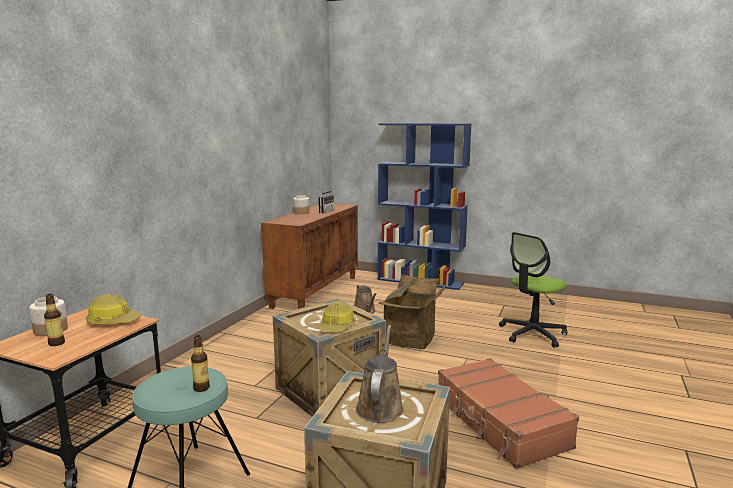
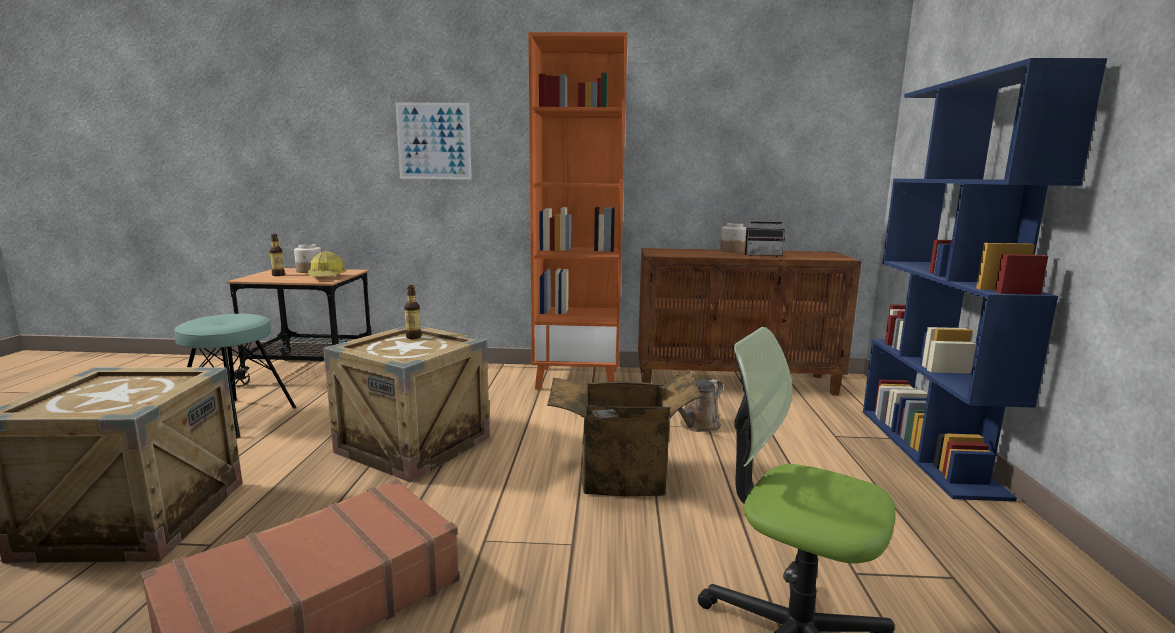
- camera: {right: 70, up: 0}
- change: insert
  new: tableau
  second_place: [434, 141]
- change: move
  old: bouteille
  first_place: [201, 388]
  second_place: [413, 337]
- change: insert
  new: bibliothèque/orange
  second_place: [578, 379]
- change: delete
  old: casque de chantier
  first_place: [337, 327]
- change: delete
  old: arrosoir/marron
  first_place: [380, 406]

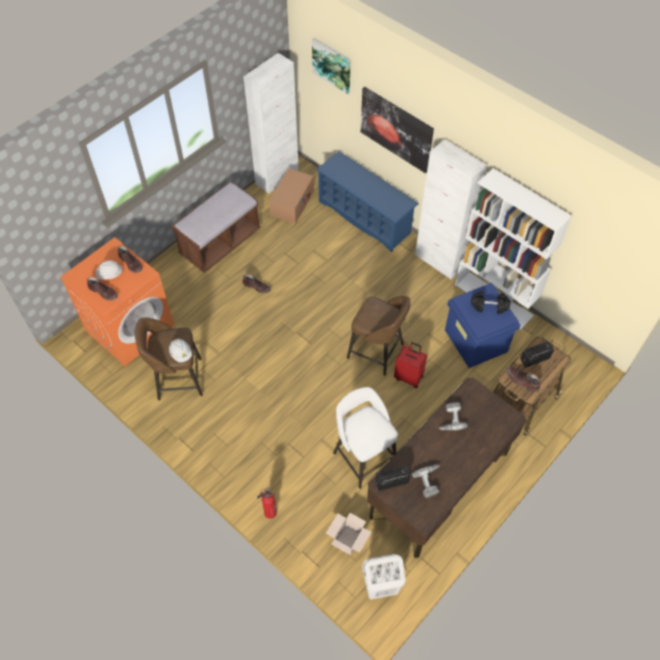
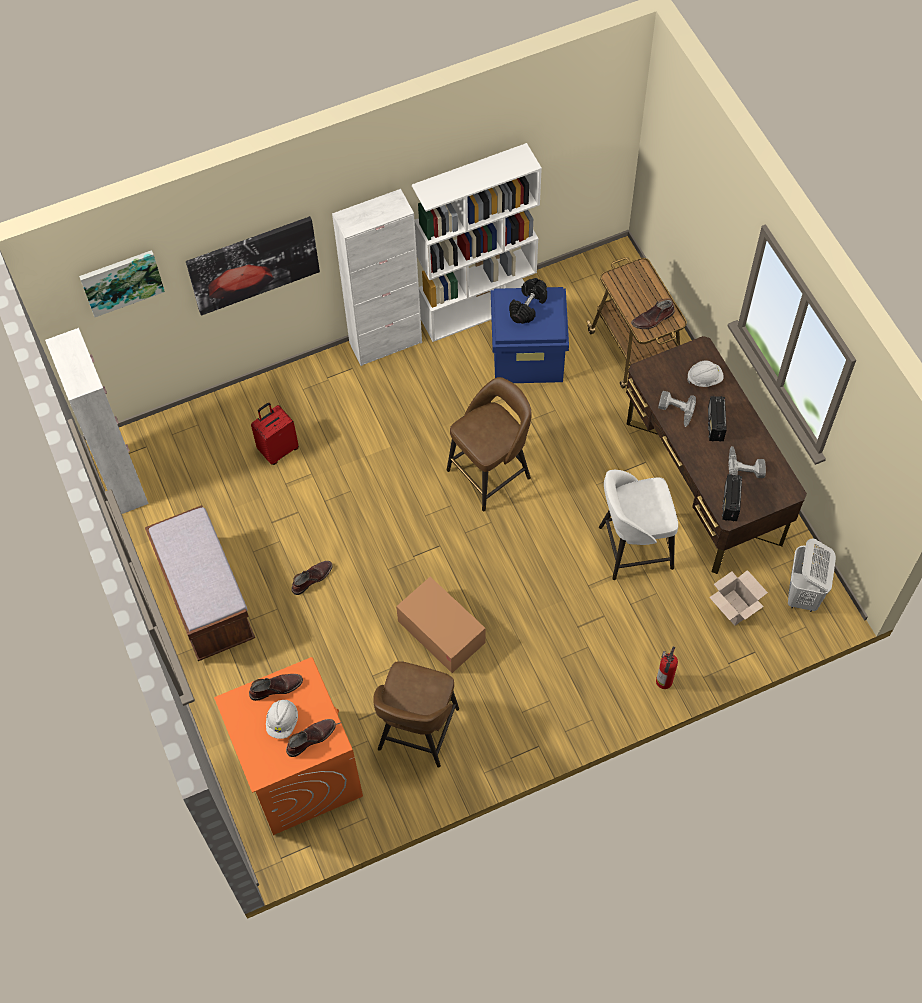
- camera: {right: -65, up: 5}
- change: move
  old: valise/rouge
  first_place: [409, 377]
  second_place: [278, 449]
- change: move
  old: carton
  first_place: [292, 203]
  second_place: [441, 632]
- change: move
  old: casque de chantier/blanc
  first_place: [181, 353]
  second_place: [704, 378]
- change: move
  old: radio
  first_place: [534, 359]
  second_place: [715, 425]
- change: delete
  old: étagère à chaussures/bleu
  first_place: [365, 217]

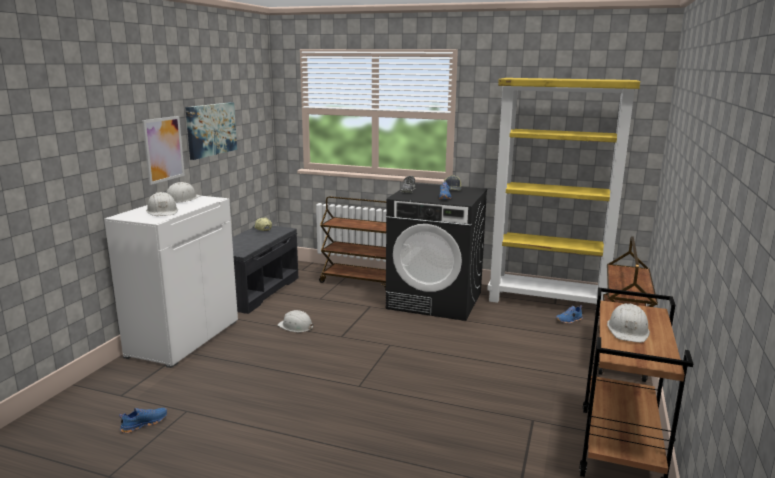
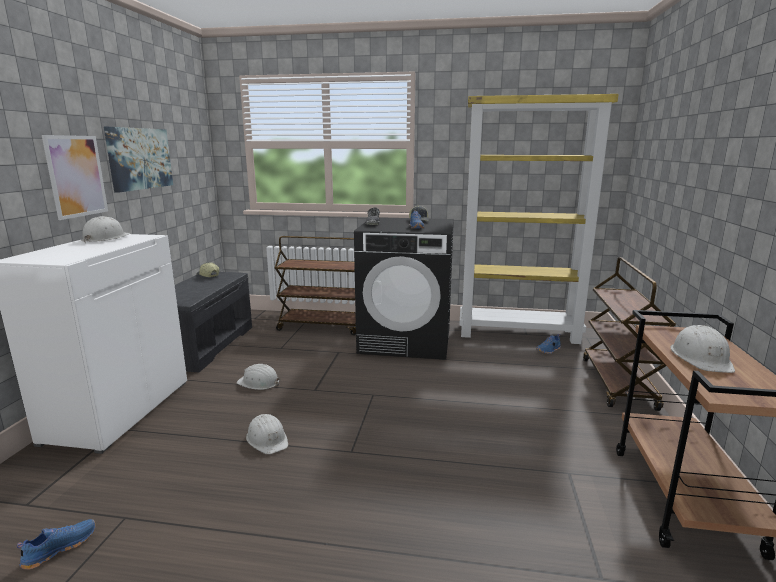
- camera: {right: -10, up: 0}
- change: move
  old: casque de chantier/blanc
  first_place: [162, 211]
  second_place: [267, 439]

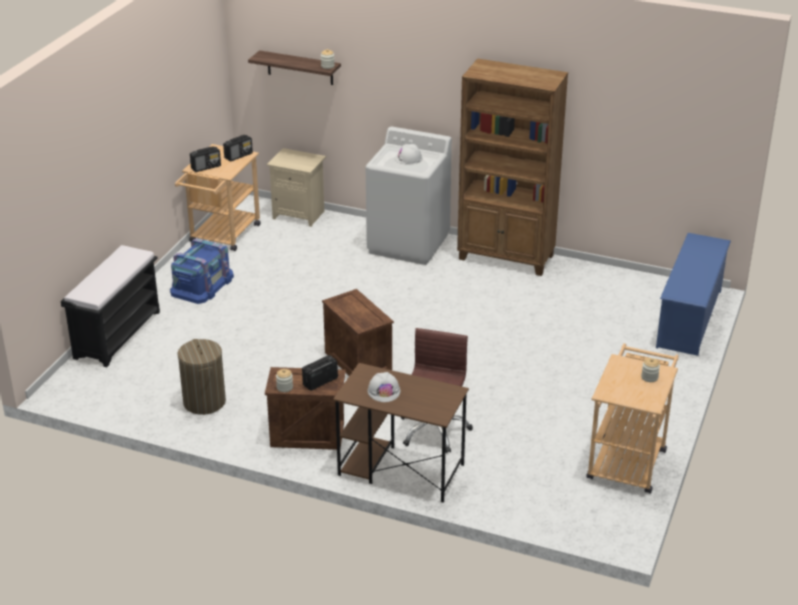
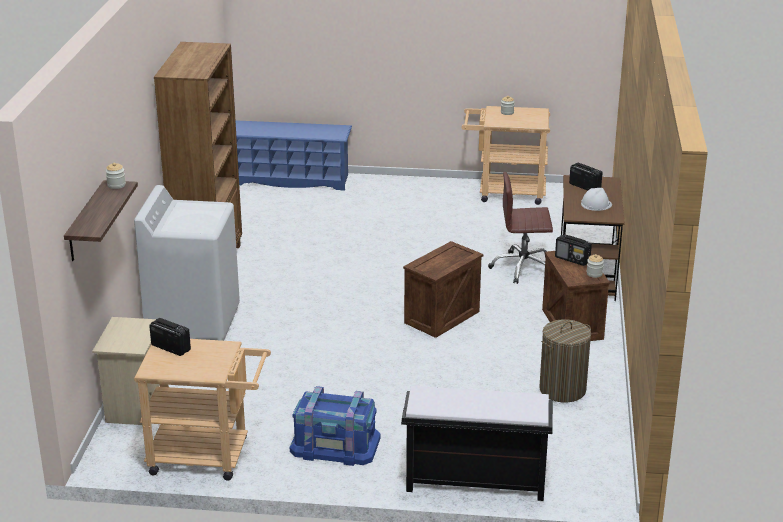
- camera: {right: -105, up: -5}
- change: move
  old: radio
  first_place: [206, 167]
  second_place: [584, 186]
- change: delete
  old: casque de chantier/blanc
  first_place: [408, 159]

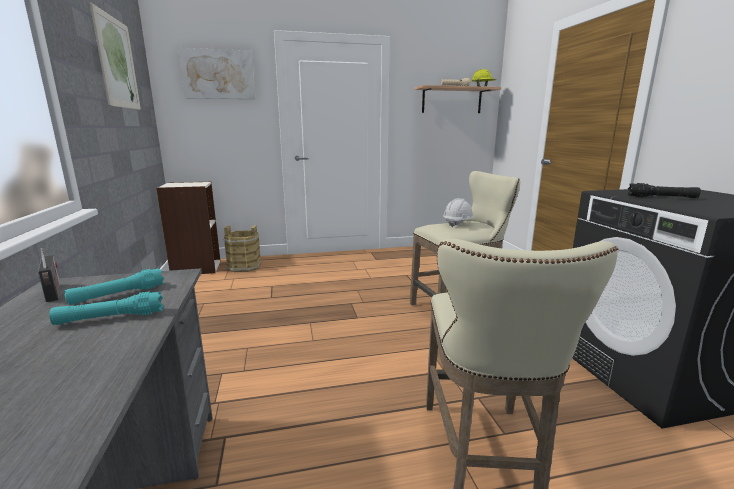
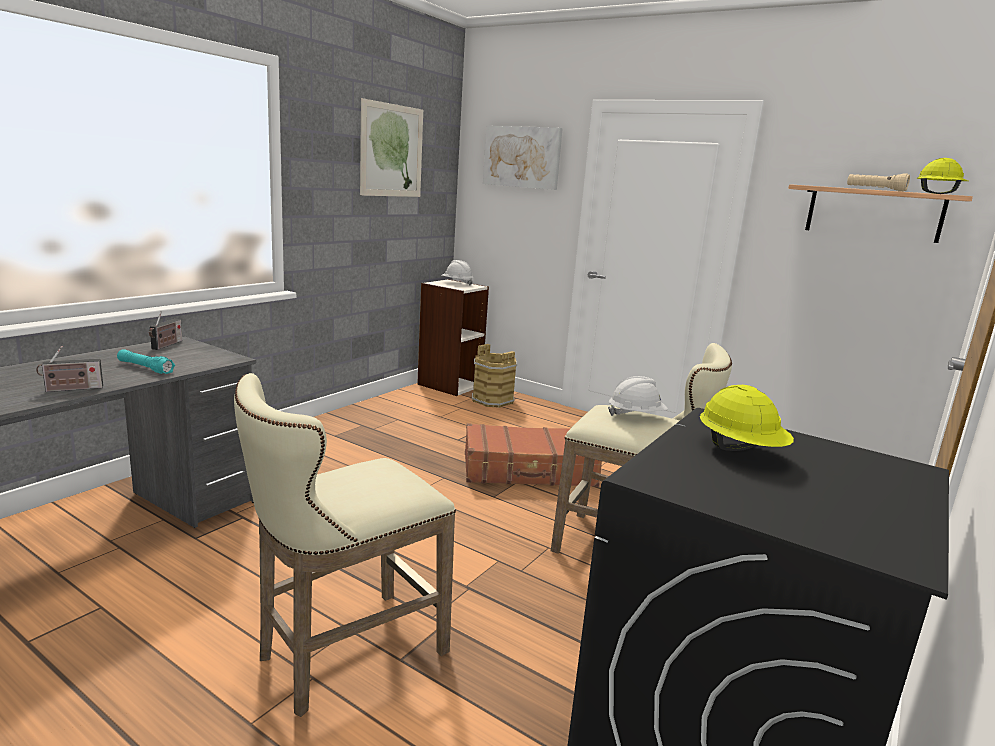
- camera: {right: 45, up: 0}
- change: insert
  new: radio
  second_place: [71, 389]
- change: insert
  new: casque de chantier/blanc
  second_place: [457, 283]
- change: insert
  new: valise/marron
  second_place: [529, 470]
- change: replace
  old: lampe de poche/noir
  new: casque de chantier/jaune
  first_place: [661, 197]
  second_place: [741, 451]
- change: delete
  old: lampe de poche/turquoise
  first_place: [118, 295]

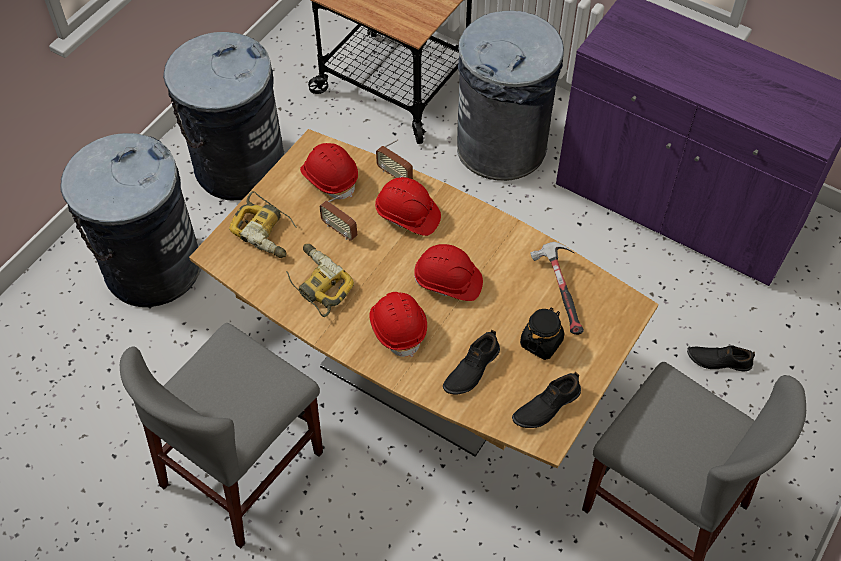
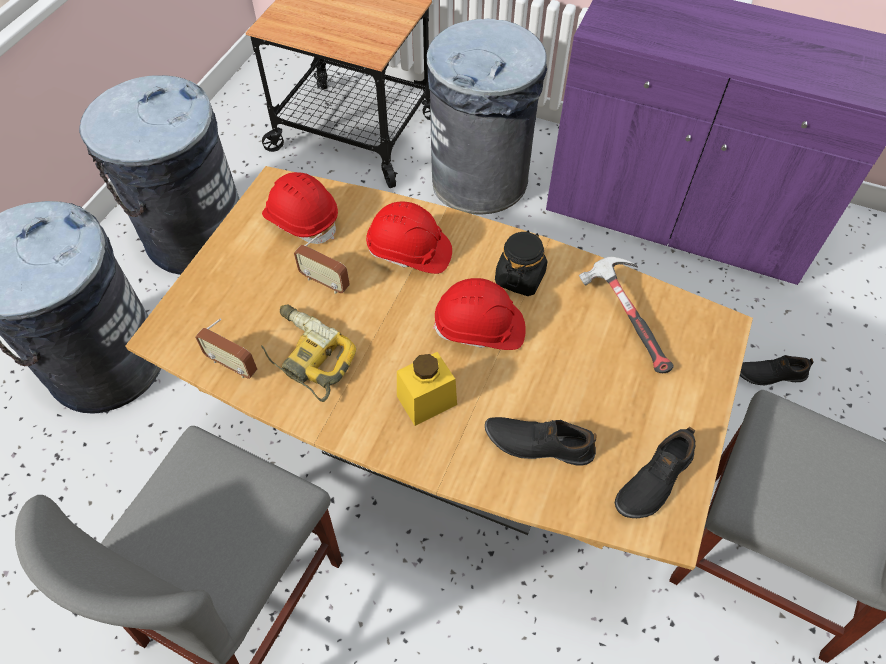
- camera: {right: -10, up: 0}
- change: move
  old: radio
  first_place: [395, 175]
  second_place: [232, 365]
- change: replace
  old: casque de chantier/rouge
  new: bocal/jaune
  first_place: [398, 327]
  second_place: [426, 400]
- change: rotate
  old: chaussure/noir
  first_place: [471, 369]
  second_place: [538, 443]
  degrees: 75
- change: move
  old: bocal/noir
  first_place: [541, 342]
  second_place: [520, 278]
- change: delete
  old: perceuse
  first_place: [267, 231]

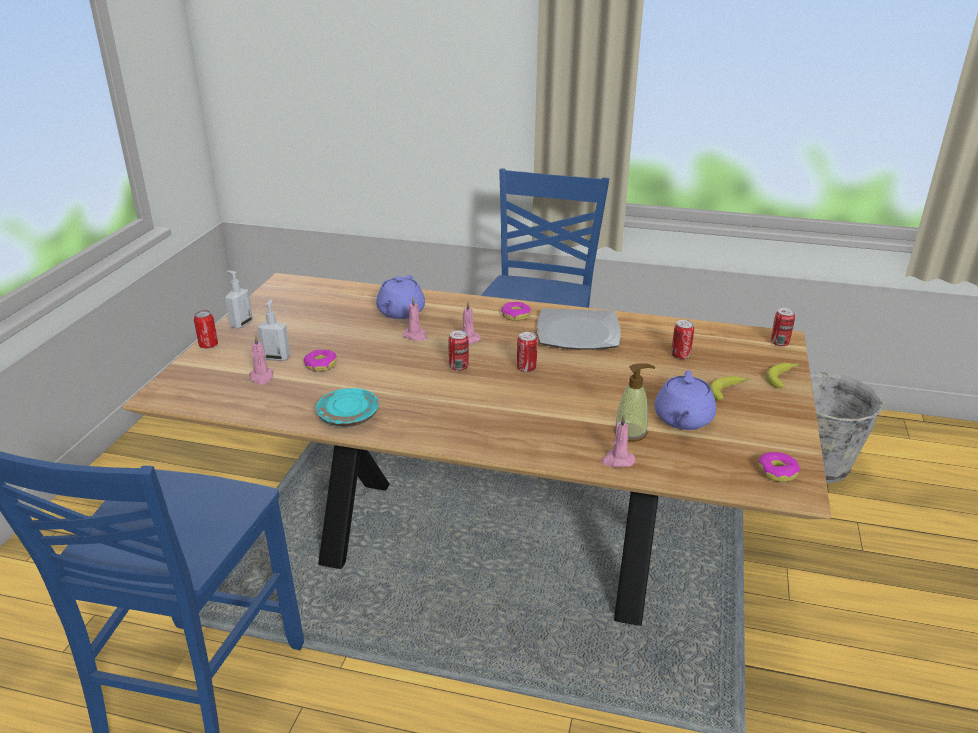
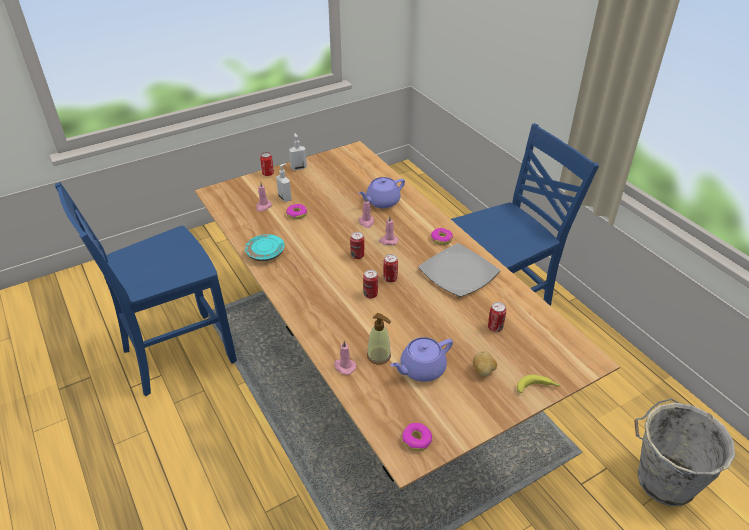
- camera: {right: 45, up: 10}
- change: move
  old: boîte métallique
  first_place: [779, 343]
  second_place: [370, 294]
- change: replace
  old: banane
  new: pomme de terre
  first_place: [729, 390]
  second_place: [483, 371]

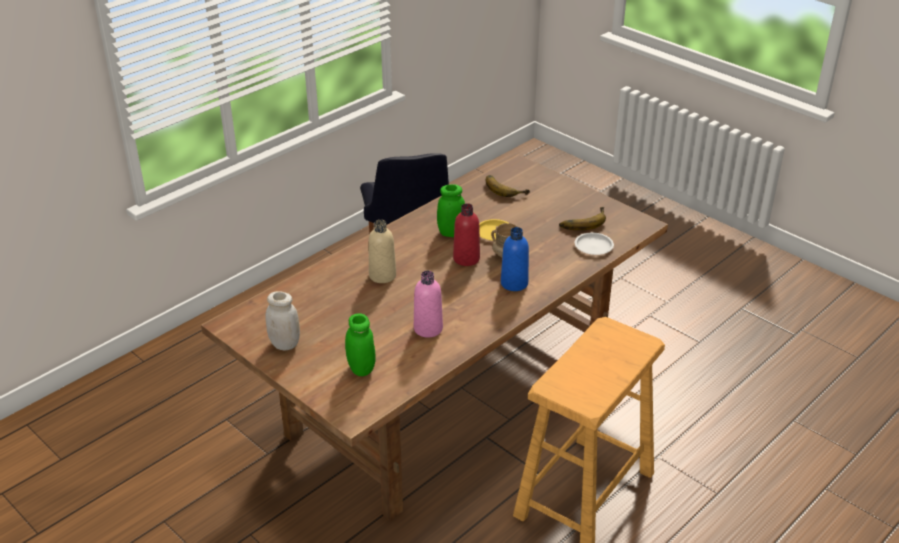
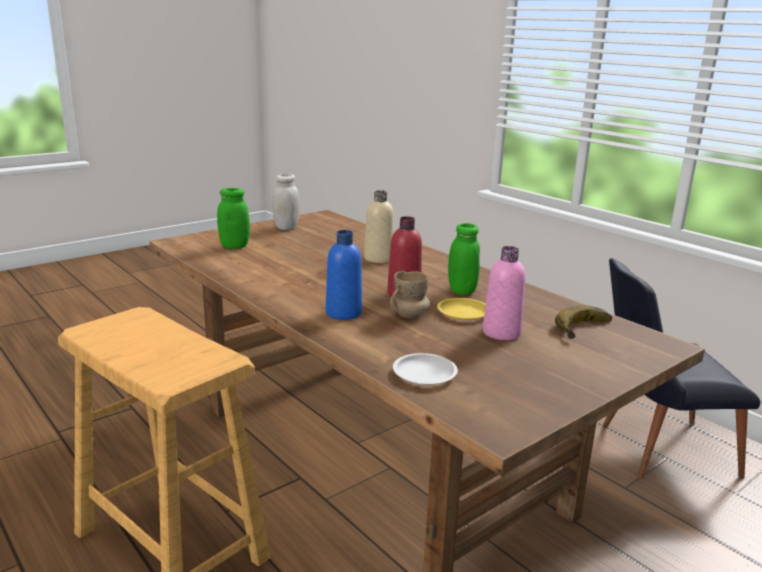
- camera: {right: 95, up: -15}
- change: move
  old: bouteille/rose
  first_place: [428, 328]
  second_place: [501, 333]
- change: delete
  old: banane
  first_place: [582, 221]

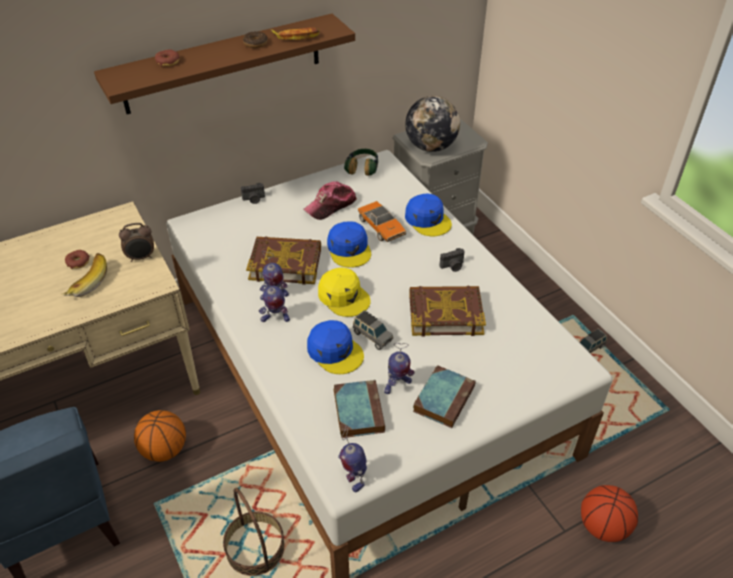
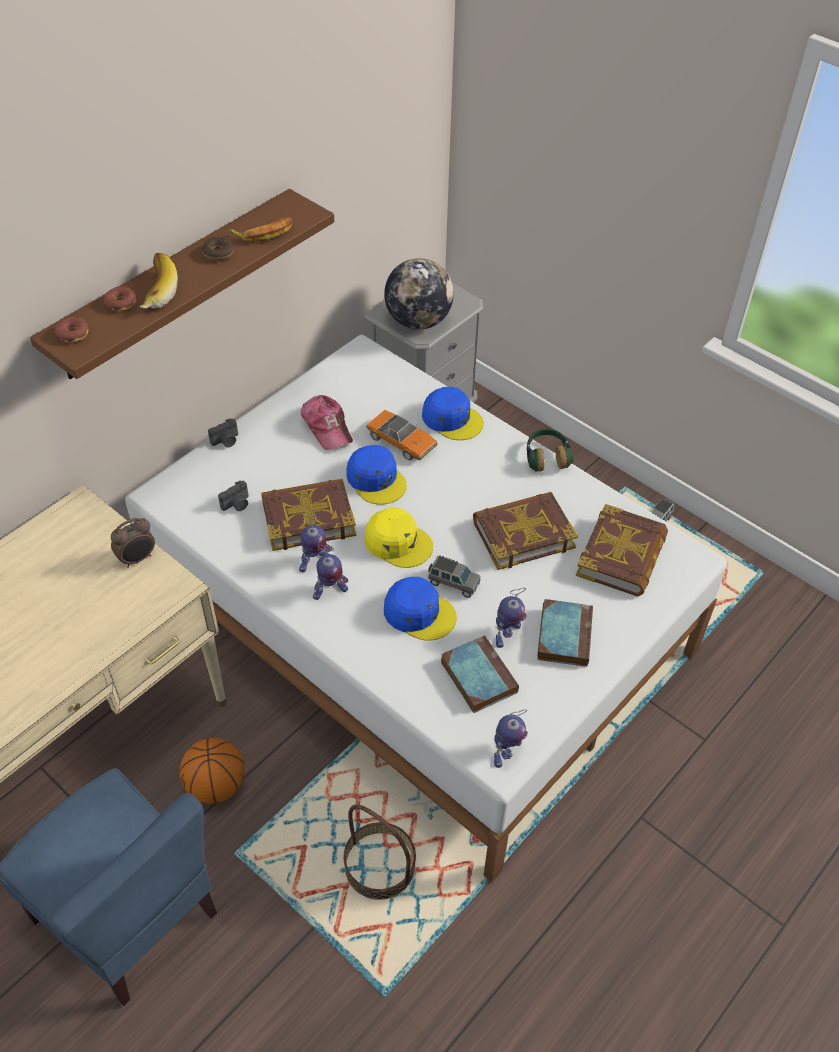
- camera: {right: -20, up: 5}
- change: move
  old: beignet
  first_place: [78, 262]
  second_place: [73, 334]
- change: move
  old: banane
  first_place: [86, 282]
  second_place: [155, 291]
- change: move
  old: appareil photo
  first_place: [452, 266]
  second_place: [237, 504]
- change: rotate
  old: casquette
  first_place: [330, 205]
  second_place: [327, 427]
  degrees: -60
- change: rotate
  old: robot jouet
  first_place: [353, 476]
  second_place: [506, 752]
  degrees: -105
- change: move
  old: casque audio
  first_place: [362, 168]
  second_place: [546, 457]
- change: insert
  new: livre
  second_place: [621, 556]
- change: delete
  old: ballon de basket
  first_place: [603, 526]

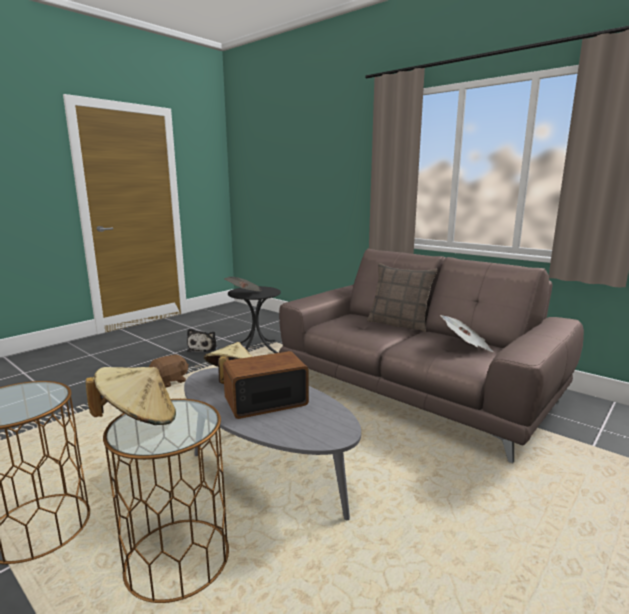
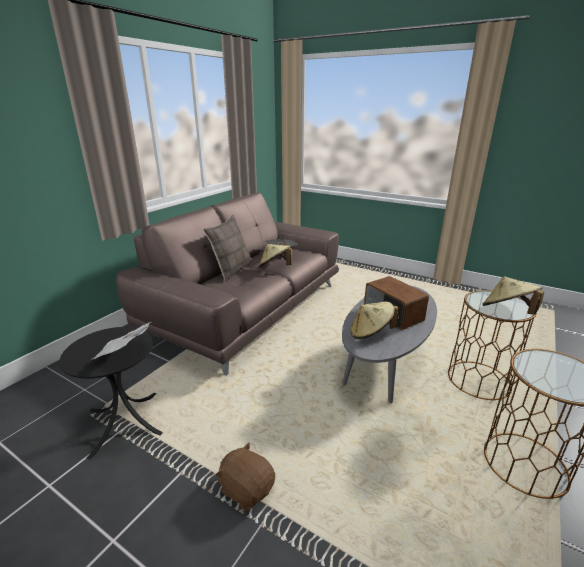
- camera: {right: -100, up: 10}
- change: insert
  new: chapeau/beige
  second_place: [275, 267]
- change: delete
  old: peluche
  first_place: [204, 348]

